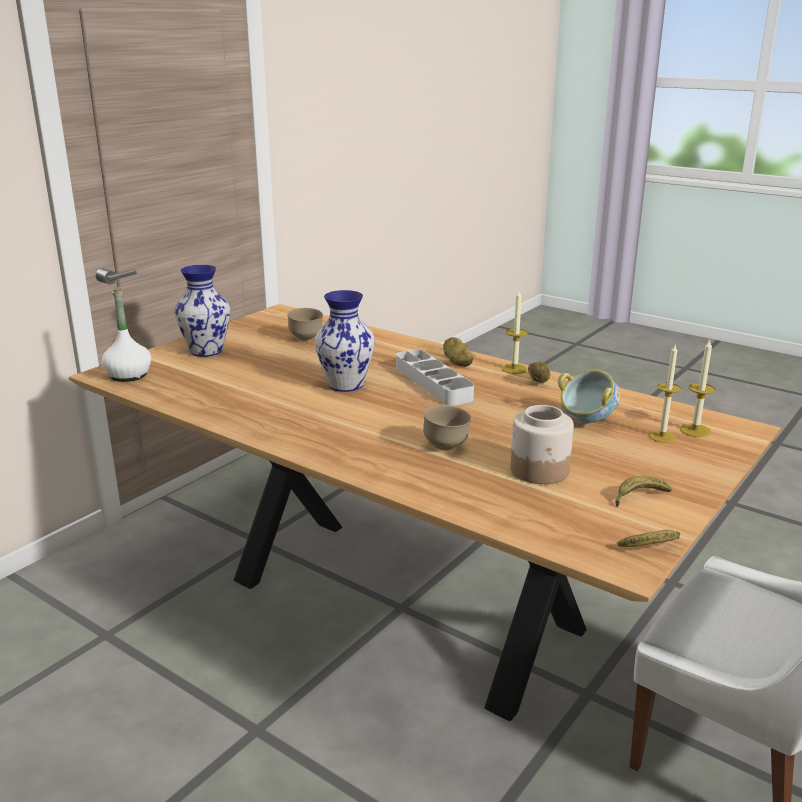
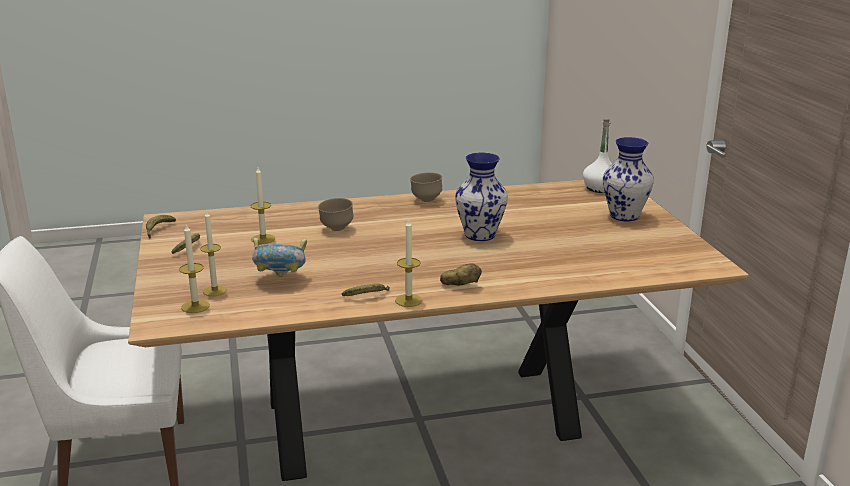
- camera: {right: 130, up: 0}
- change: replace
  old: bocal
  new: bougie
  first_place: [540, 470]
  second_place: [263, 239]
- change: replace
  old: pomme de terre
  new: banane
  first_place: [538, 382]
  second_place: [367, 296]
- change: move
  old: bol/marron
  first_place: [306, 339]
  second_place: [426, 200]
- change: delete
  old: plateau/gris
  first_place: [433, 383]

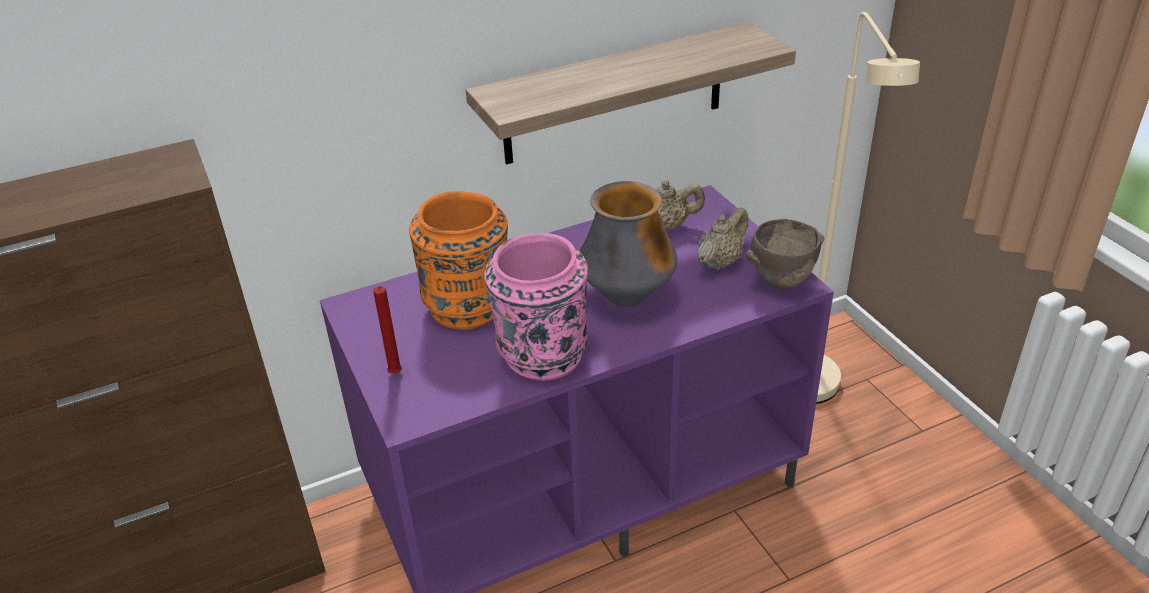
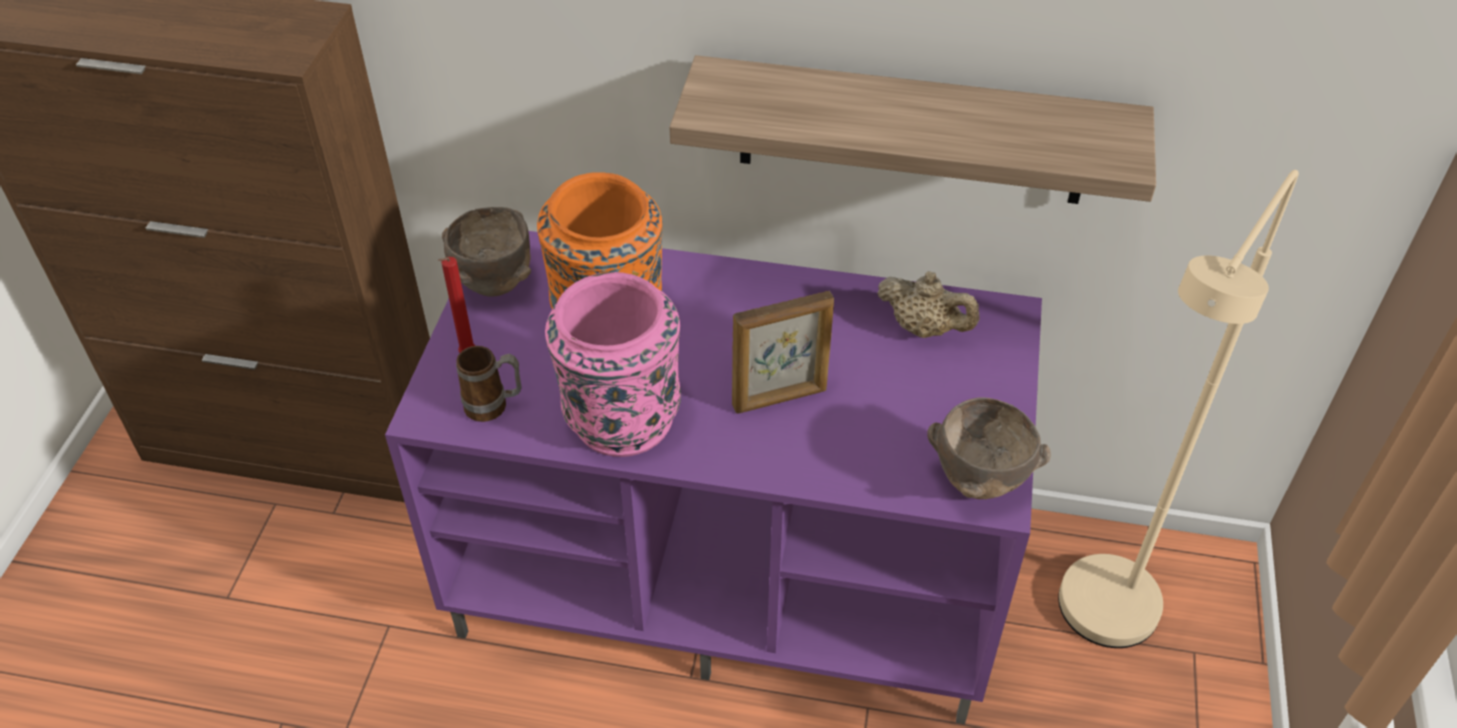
- camera: {right: 35, up: 10}
- change: insert
  new: bol/marron
  second_place: [494, 286]
- change: insert
  new: mug
  second_place: [494, 407]
- change: replace
  old: vase
  new: cadre photo
  first_place: [627, 297]
  second_place: [780, 398]
- change: delete
  old: théière/beige
  first_place: [720, 261]

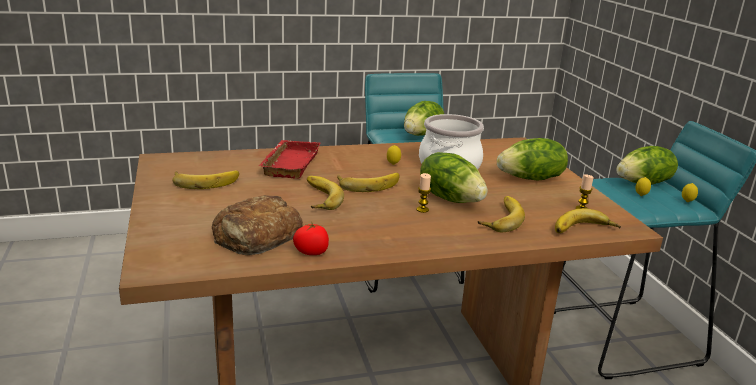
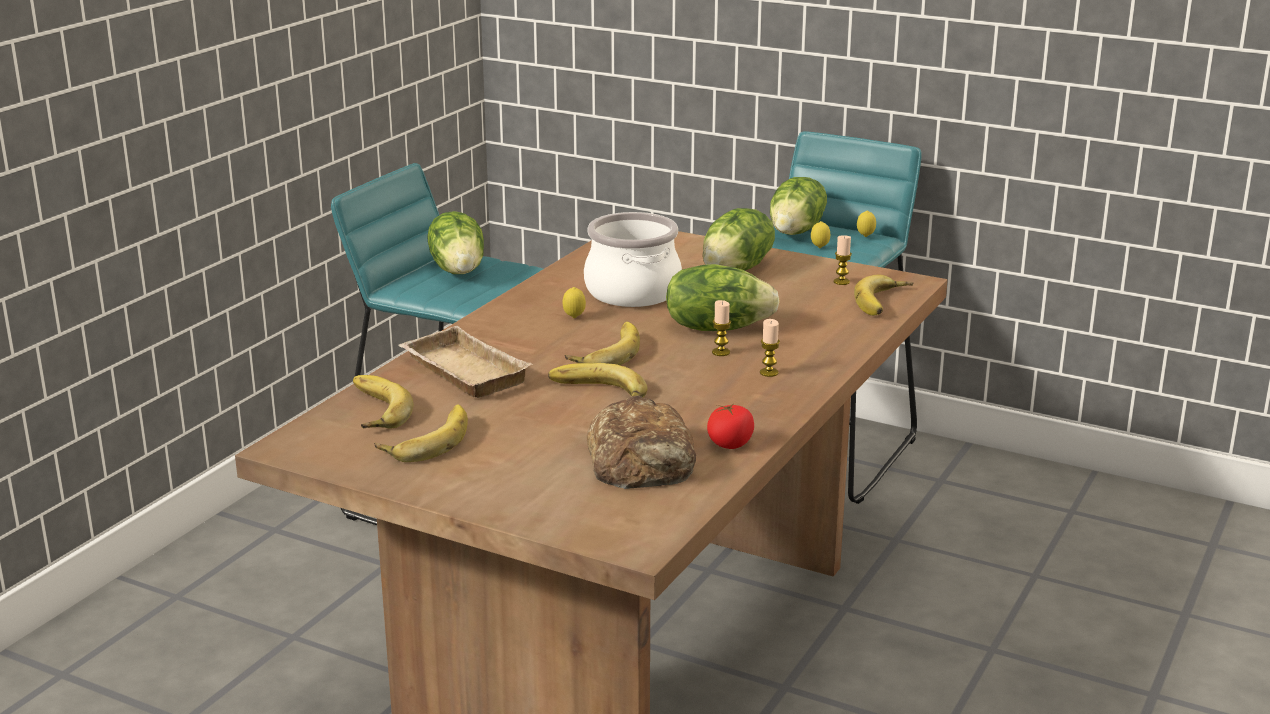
- camera: {right: -45, up: 0}
- change: move
  old: banane
  first_place: [499, 218]
  second_place: [372, 410]
- change: recolor
  old: plateau/rouge
  new: plateau/beige
  first_place: [289, 163]
  second_place: [460, 372]
- change: insert
  new: bougie
  second_place: [769, 373]

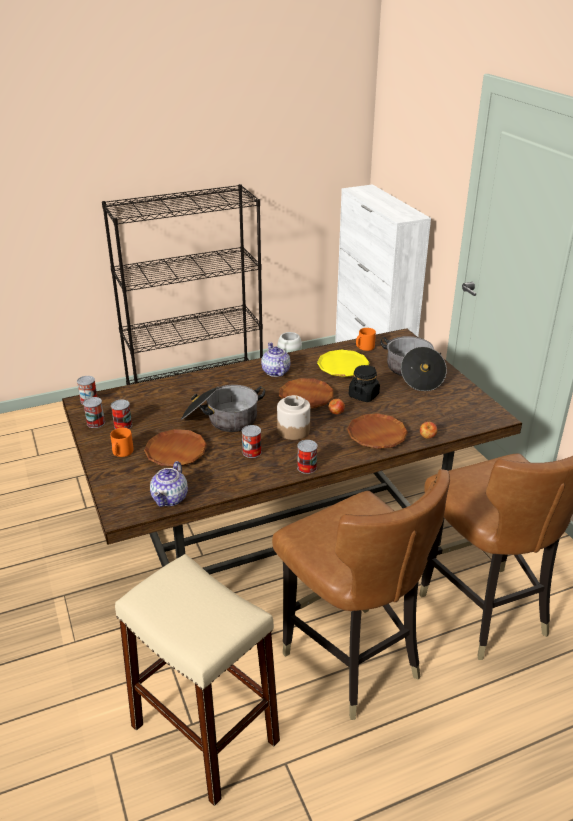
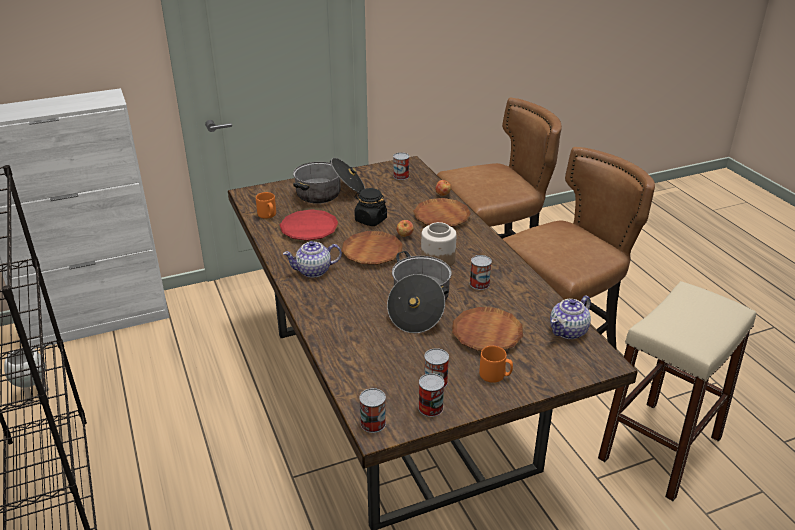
- camera: {right: -90, up: 0}
- change: recolor
  old: assiette/jaune
  new: assiette/rouge
  first_place: [343, 367]
  second_place: [309, 229]
- change: move
  old: boîte métallique
  first_place: [307, 467]
  second_place: [401, 176]
- change: rotate
  old: théière
  first_place: [170, 498]
  second_place: [569, 331]
  degrees: 120

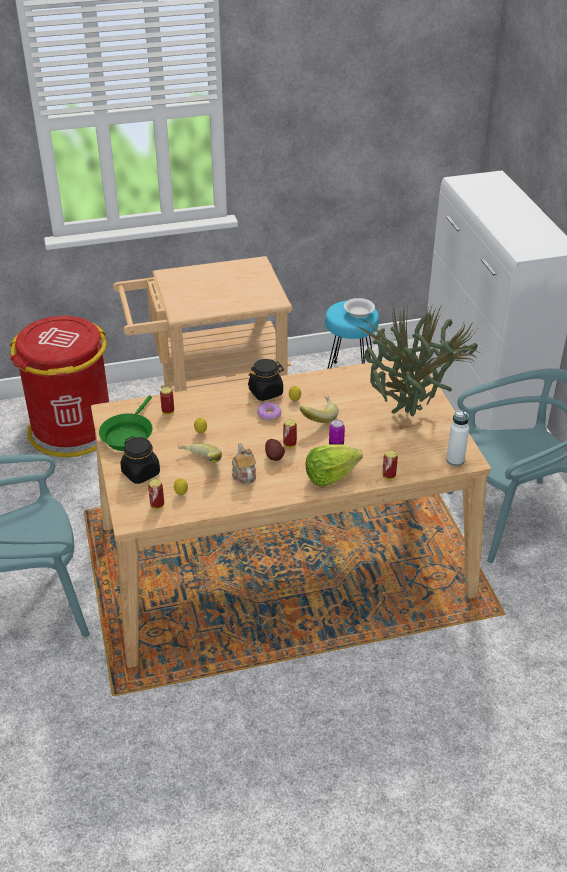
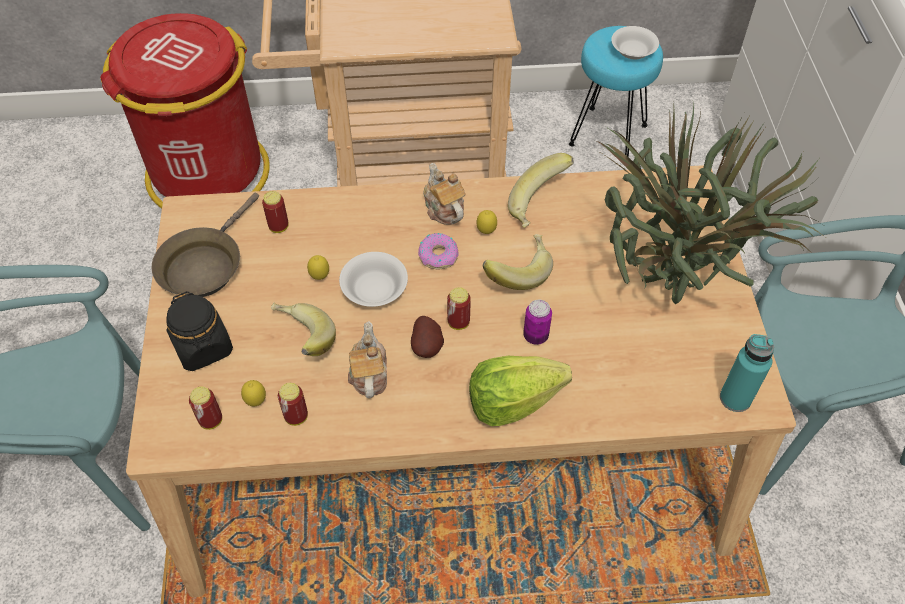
- camera: {right: 10, up: 15}
- change: recolor
  old: poêle/vert
  new: poêle/marron
  first_place: [128, 435]
  second_place: [204, 265]
- change: move
  old: boîte métallique
  first_place: [389, 476]
  second_place: [296, 416]
- change: insert
  new: bol/blanc
  second_place: [375, 289]
- change: replace
  old: bocal/noir
  new: théière
  first_place: [266, 392]
  second_place: [443, 209]
- change: insert
  new: banane
  second_place: [540, 206]
- change: recolor
  old: bouteille/blanc
  new: bouteille/turquoise
  first_place: [455, 460]
  second_place: [735, 398]

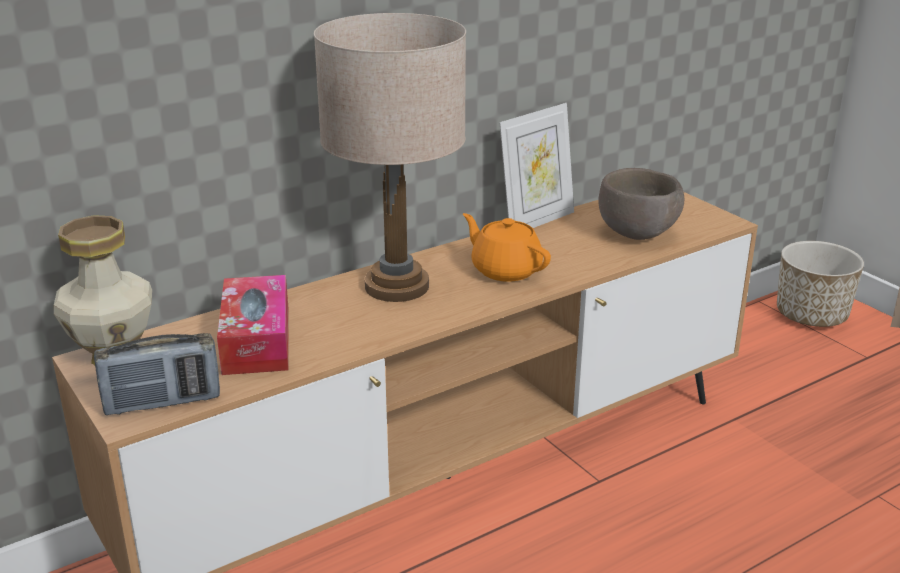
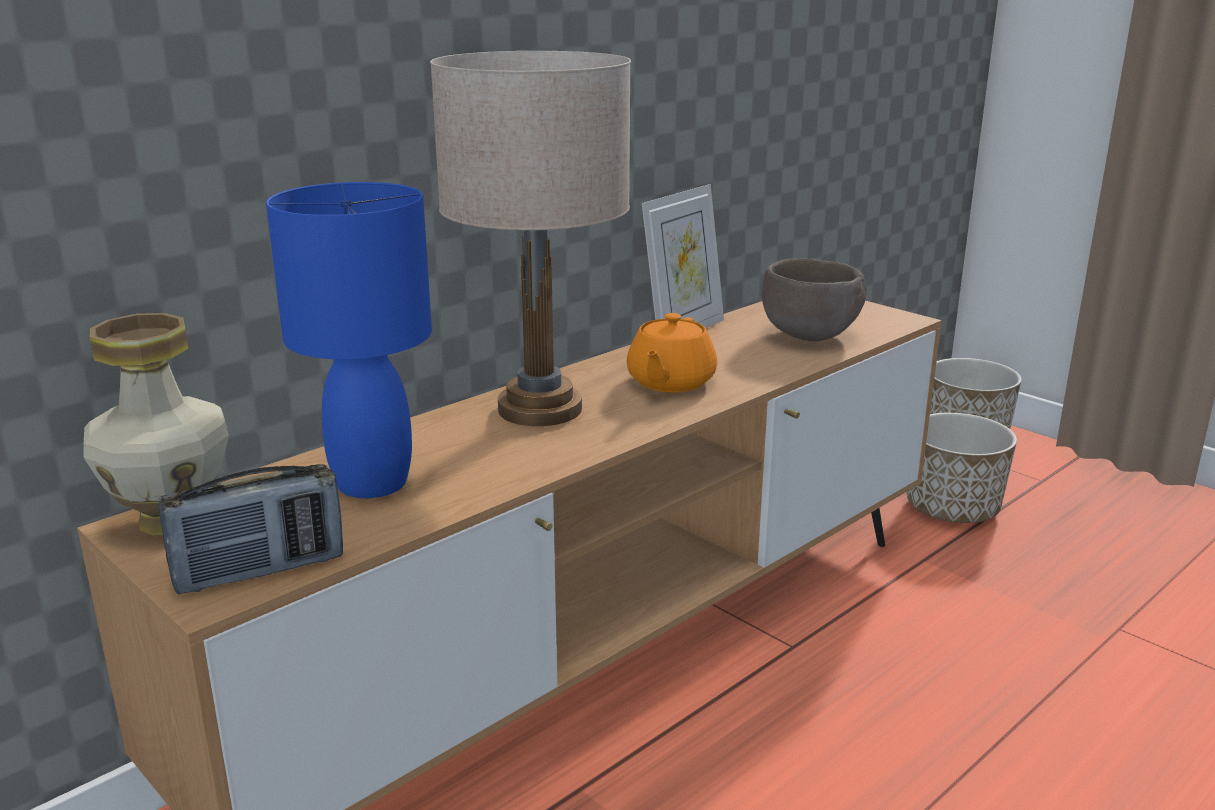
- camera: {right: -10, up: -5}
- change: replace
  old: boîte à mouchoirs
  new: lampe de table/bleu
  first_place: [256, 340]
  second_place: [373, 483]
- change: rotate
  old: théière/orange
  first_place: [505, 270]
  second_place: [670, 382]
  degrees: -105
- change: insert
  new: cache-pot
  second_place: [952, 509]

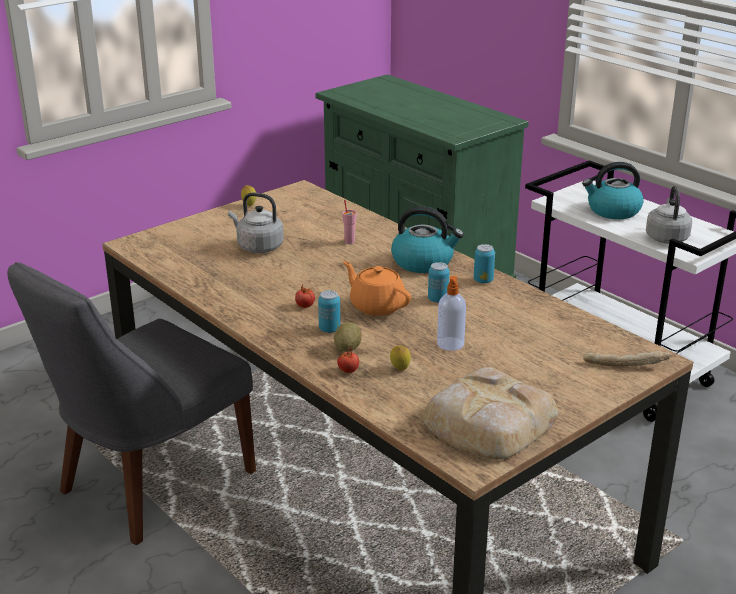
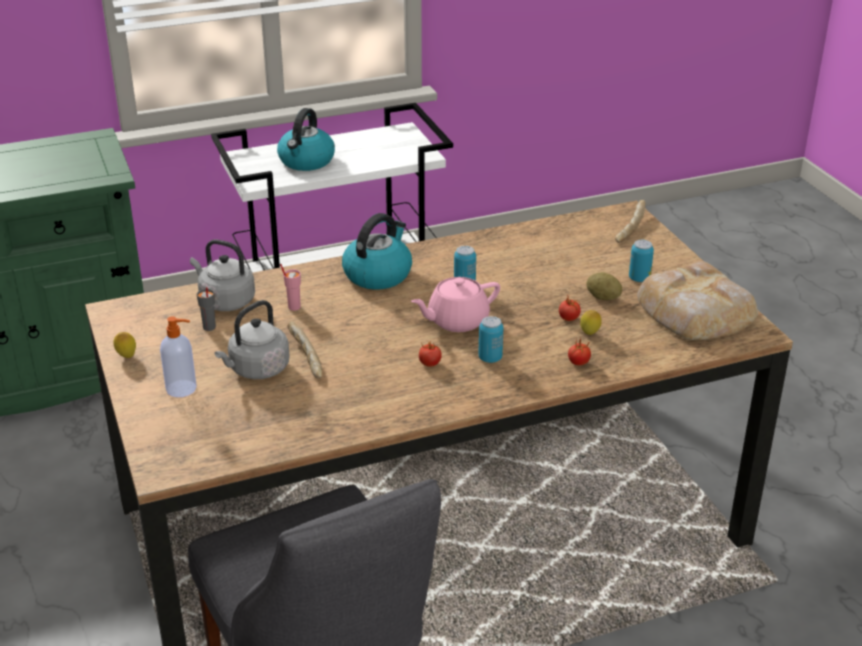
- camera: {right: -70, up: 5}
- change: move
  old: distributeur de savon
  first_place: [450, 344]
  second_place: [182, 389]
- change: move
  old: bouilloire/gris
  first_place: [666, 237]
  second_place: [225, 301]
- change: insert
  new: tasse/gris
  second_place: [209, 327]
- change: insert
  new: pain
  second_place: [305, 357]
- change: recolor
  old: théière/orange
  new: théière/rose
  first_place: [377, 306]
  second_place: [456, 321]
- change: insert
  new: tomate
  second_place: [569, 318]
- change: move
  old: pomme de terre
  first_place: [347, 348]
  second_place: [603, 298]
- change: move
  old: boîte métallique
  first_place: [483, 280]
  second_place: [639, 278]

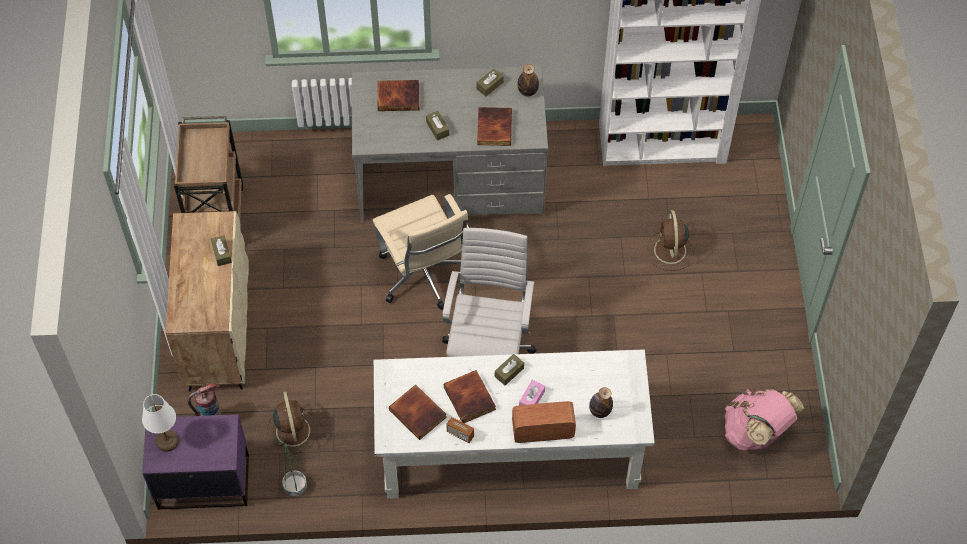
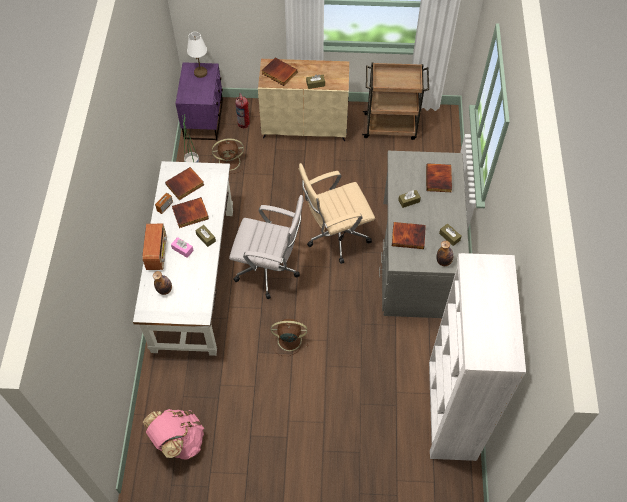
- camera: {right: 95, up: 0}
- change: insert
  new: livre
  second_place: [279, 73]
- change: move
  old: ventilateur/marron
  first_place: [670, 251]
  second_place: [288, 340]

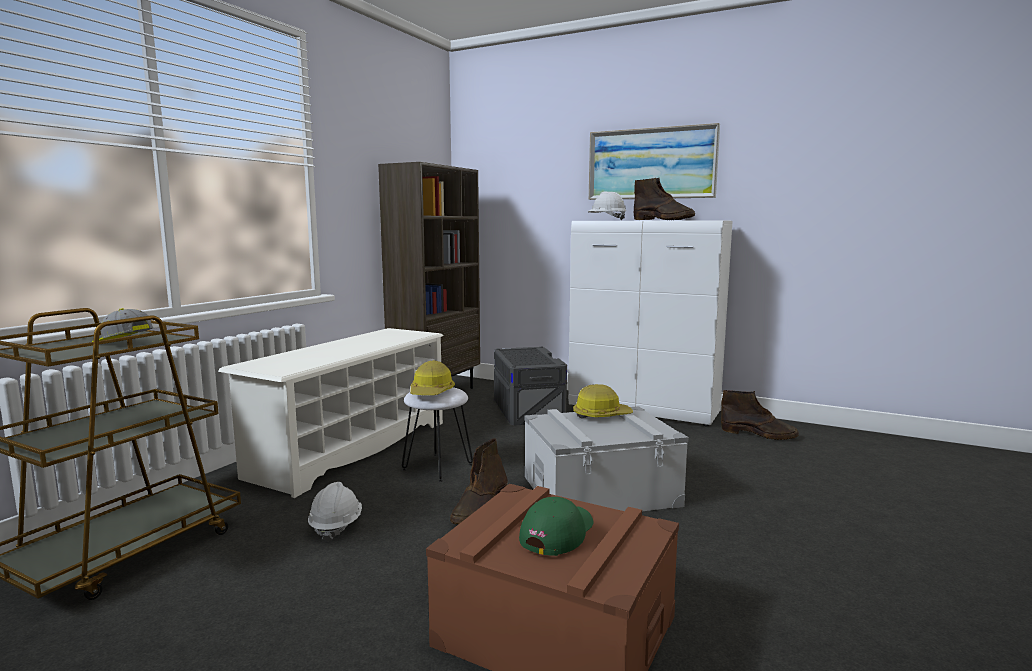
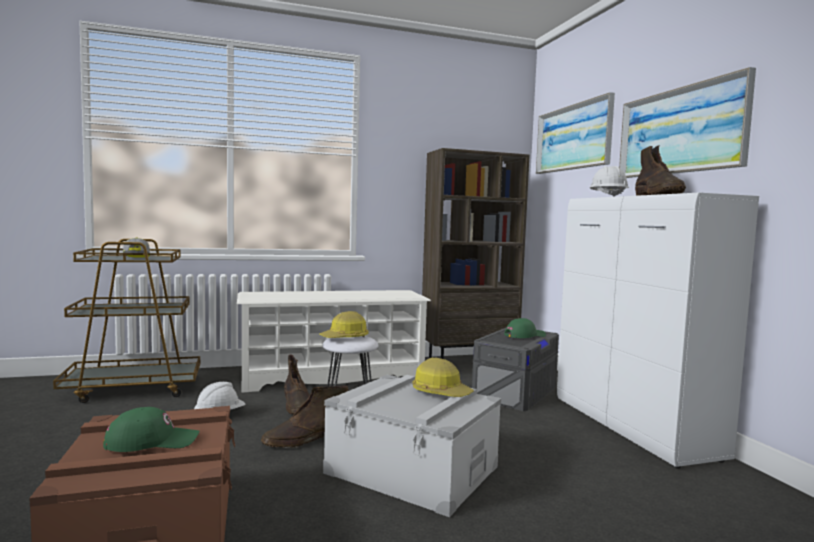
- camera: {right: 45, up: -5}
- change: move
  old: botte/marron
  first_place: [759, 434]
  second_place: [297, 405]
- change: insert
  new: casquette/vert
  second_place: [524, 335]
- change: insert
  new: tableau
  second_place: [573, 137]

